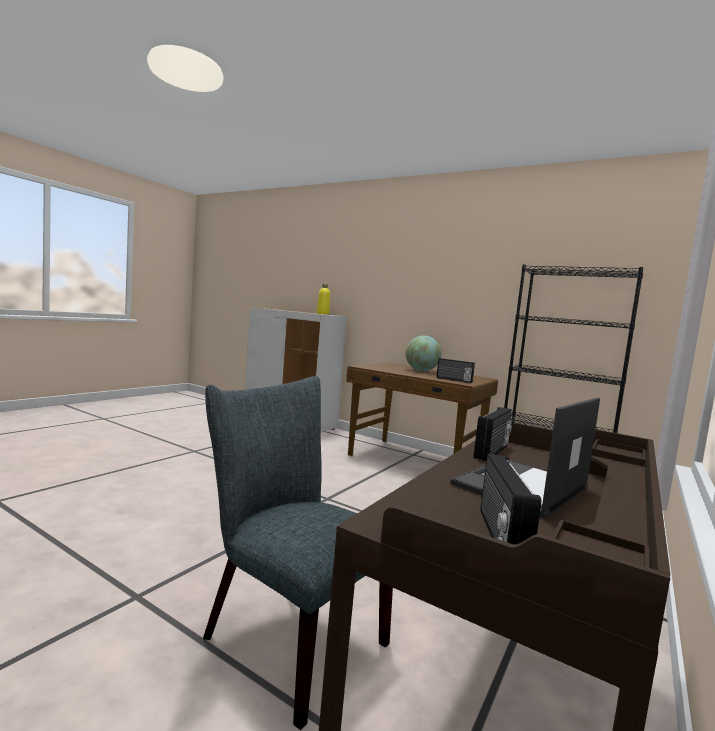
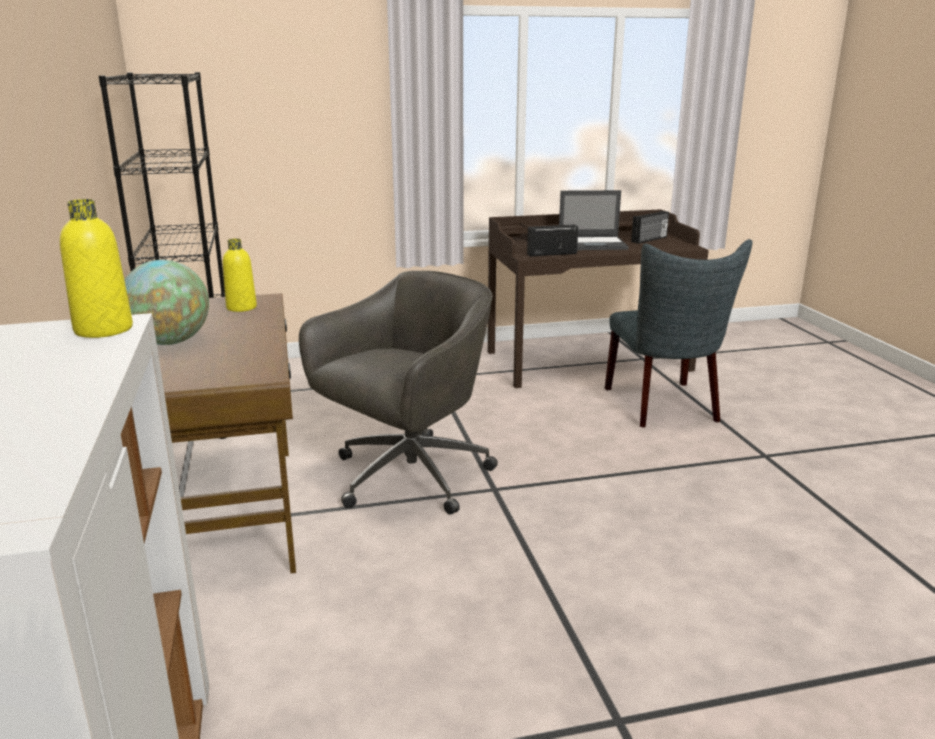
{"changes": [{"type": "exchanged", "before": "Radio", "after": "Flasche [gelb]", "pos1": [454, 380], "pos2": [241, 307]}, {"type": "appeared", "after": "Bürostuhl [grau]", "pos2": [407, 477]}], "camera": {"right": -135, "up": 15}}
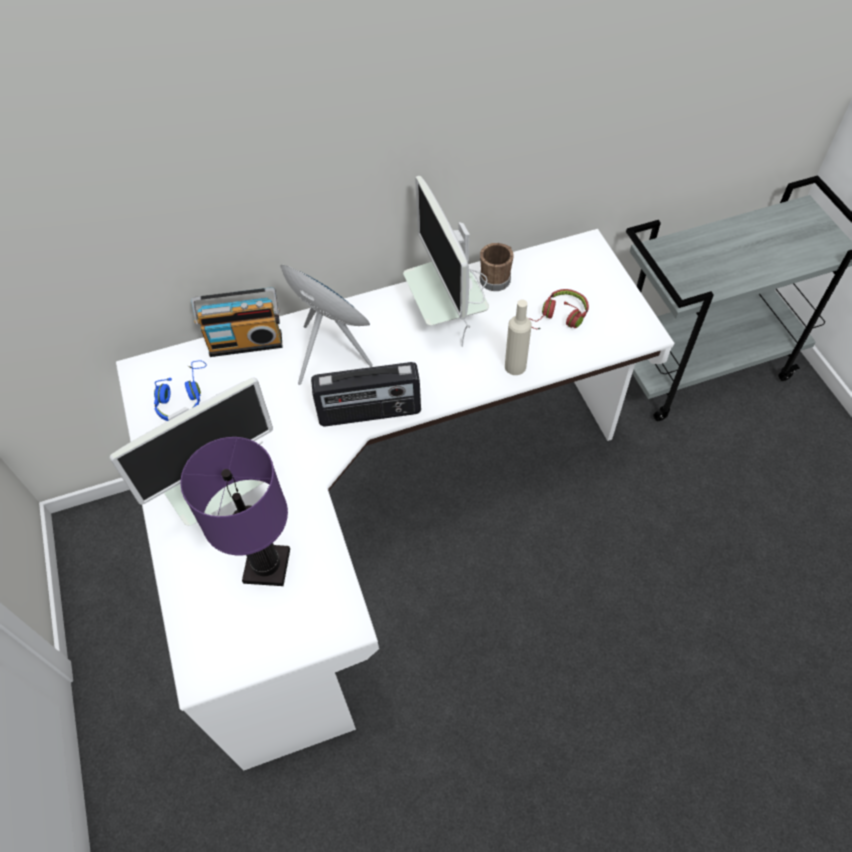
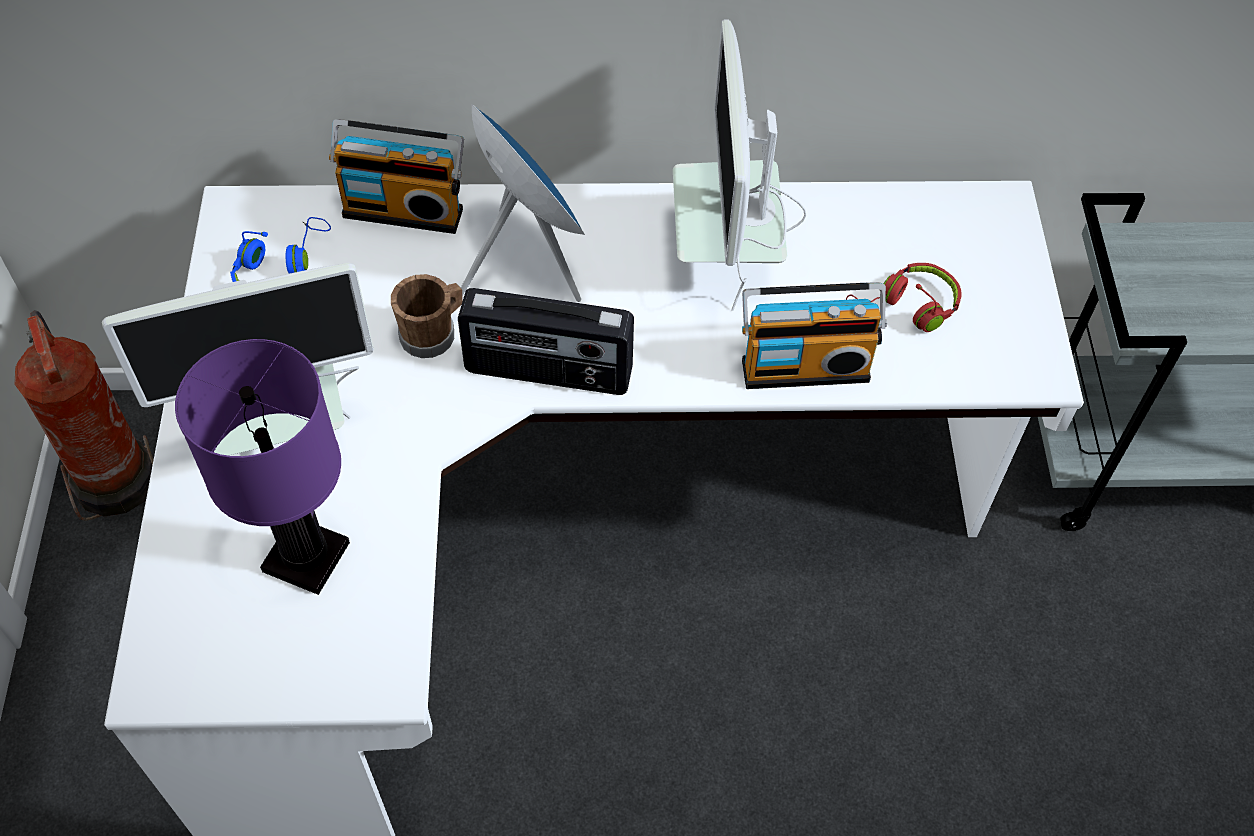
{"changes": [{"type": "relocated", "before": "Henkelbecher [braun]", "pos1": [497, 277], "pos2": [433, 333]}, {"type": "exchanged", "before": "Flasche [beige]", "after": "Radio", "pos1": [515, 366], "pos2": [804, 366]}, {"type": "appeared", "after": "Feuerlöscher", "pos2": [116, 477]}], "camera": {"right": 15, "up": 0}}
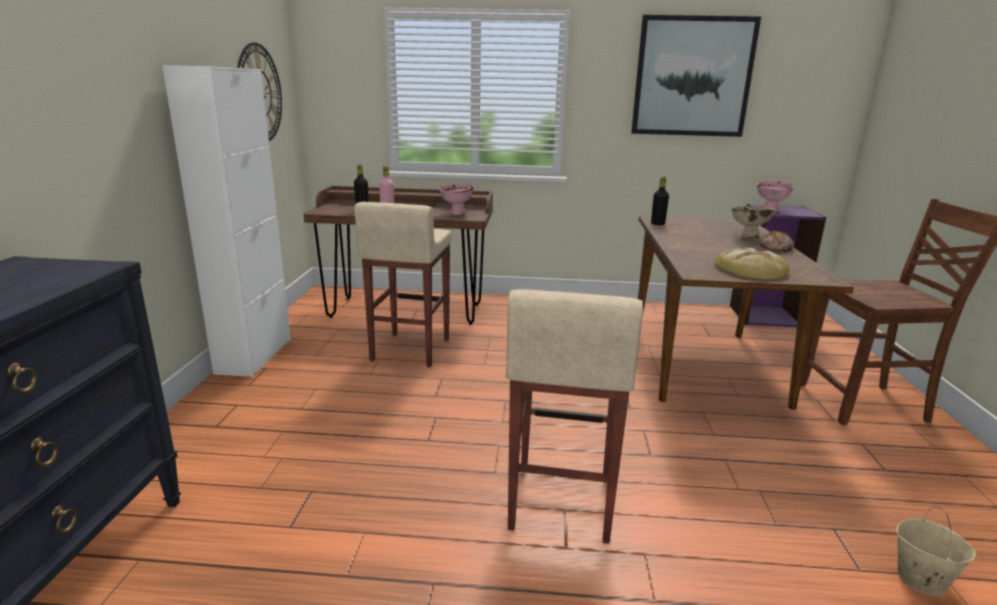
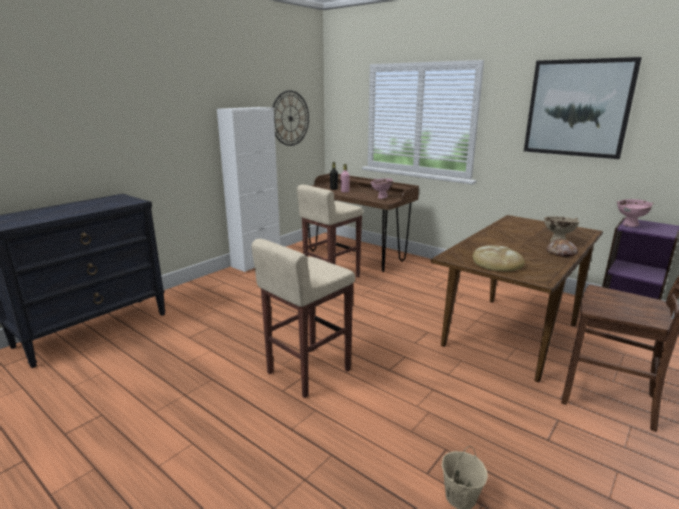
{"changes": [{"type": "missing", "before": "Flasche [schwarz]", "pos1": [657, 224]}], "camera": {"right": 35, "up": 0}}
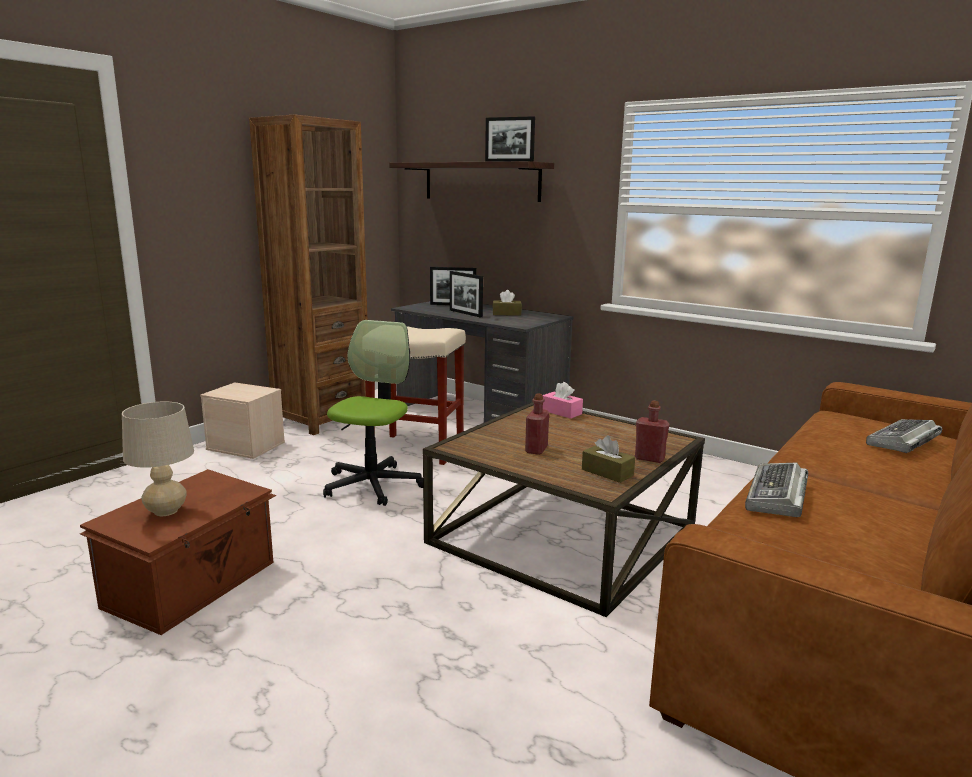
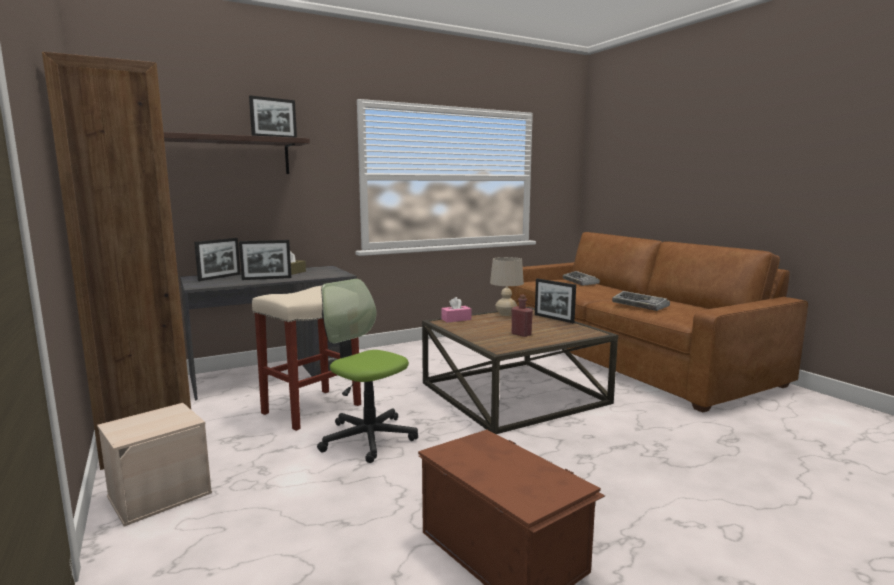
{"changes": [{"type": "relocated", "before": "Tischlampe [beige]", "pos1": [166, 511], "pos2": [506, 314]}, {"type": "missing", "before": "Taschentuchbox [braun]", "pos1": [607, 472]}, {"type": "exchanged", "before": "Flasche [rot]", "after": "Bilderrahmen", "pos1": [649, 458], "pos2": [553, 318]}], "camera": {"right": -65, "up": -5}}
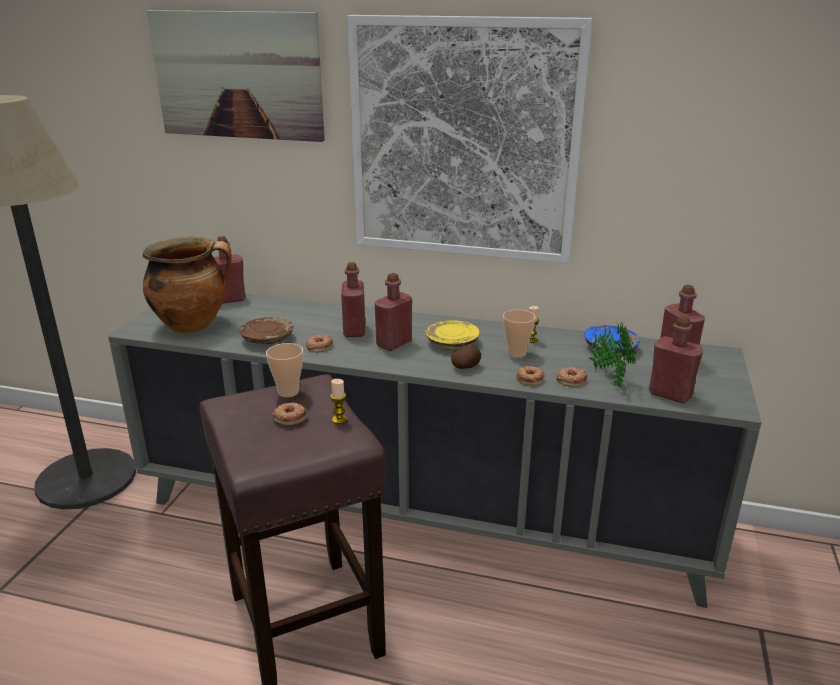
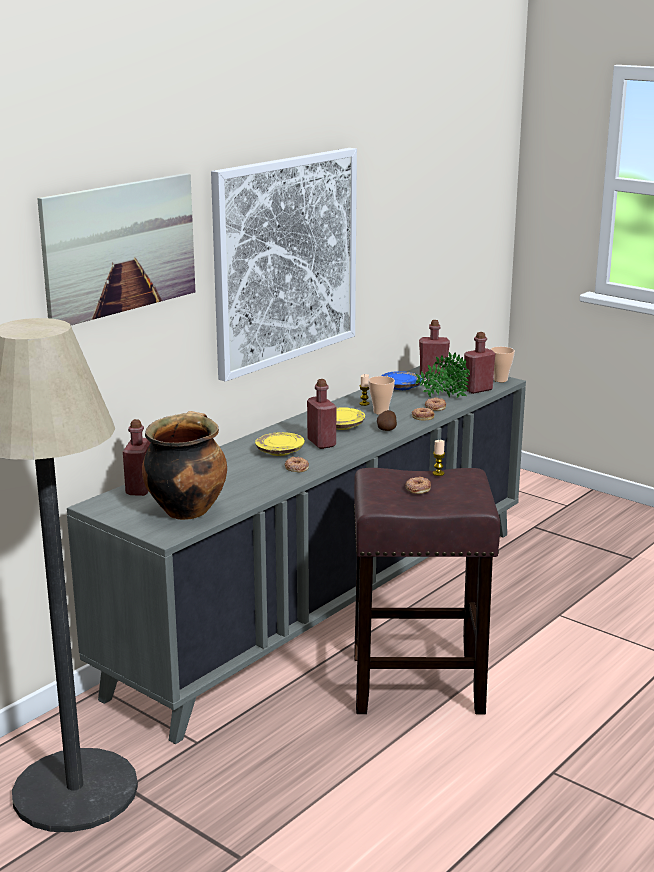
{"changes": [{"type": "missing", "before": "Teller [braun]", "pos1": [267, 339]}, {"type": "relocated", "before": "Tasse", "pos1": [288, 392], "pos2": [500, 380]}, {"type": "exchanged", "before": "Flasche [rot]", "after": "Teller [gelb]", "pos1": [354, 330], "pos2": [279, 452]}], "camera": {"right": -65, "up": -5}}
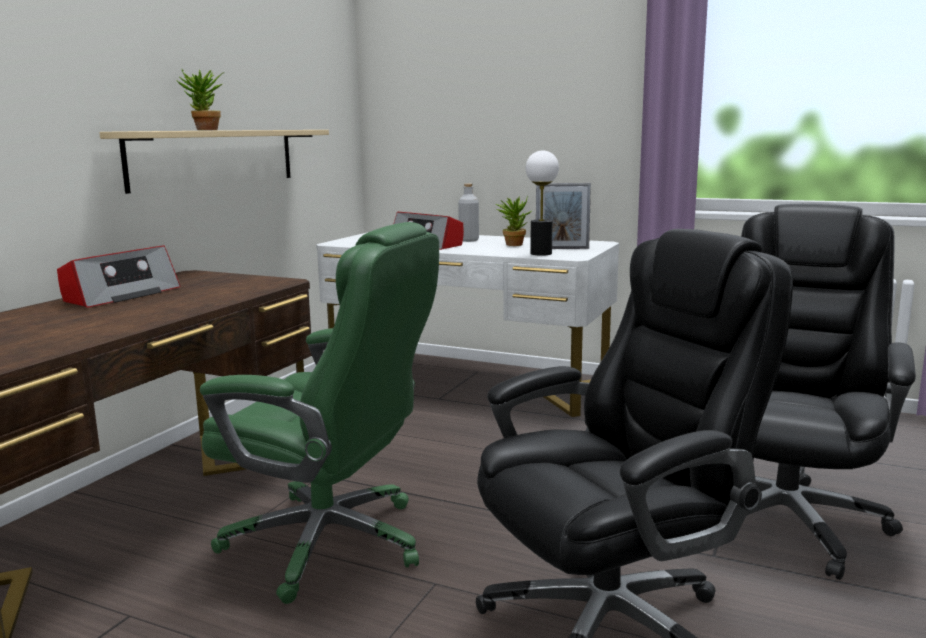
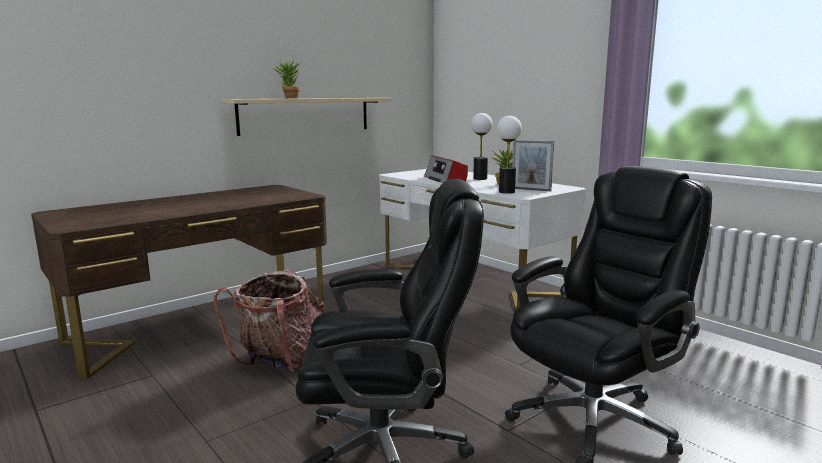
{"changes": [{"type": "missing", "before": "Radio", "pos1": [120, 295]}, {"type": "exchanged", "before": "Bürostuhl [grün]", "after": "Rucksack", "pos1": [331, 543], "pos2": [282, 362]}, {"type": "exchanged", "before": "Flasche [grau]", "after": "Tischlampe", "pos1": [468, 240], "pos2": [480, 178]}], "camera": {"right": 25, "up": 0}}
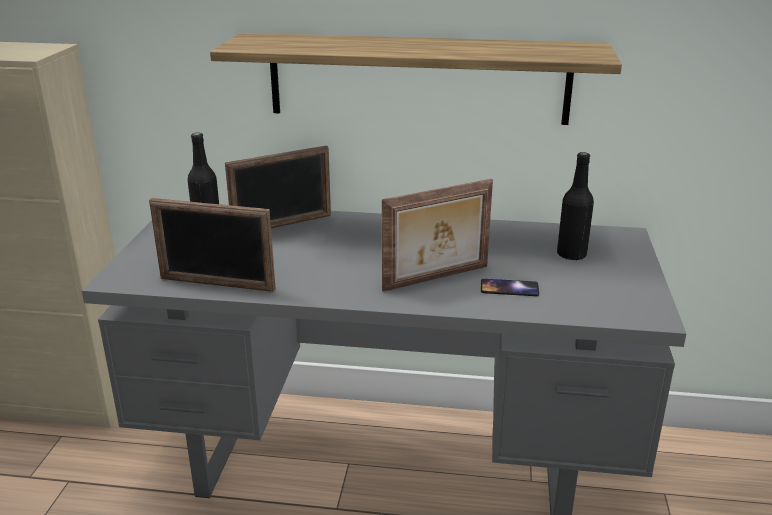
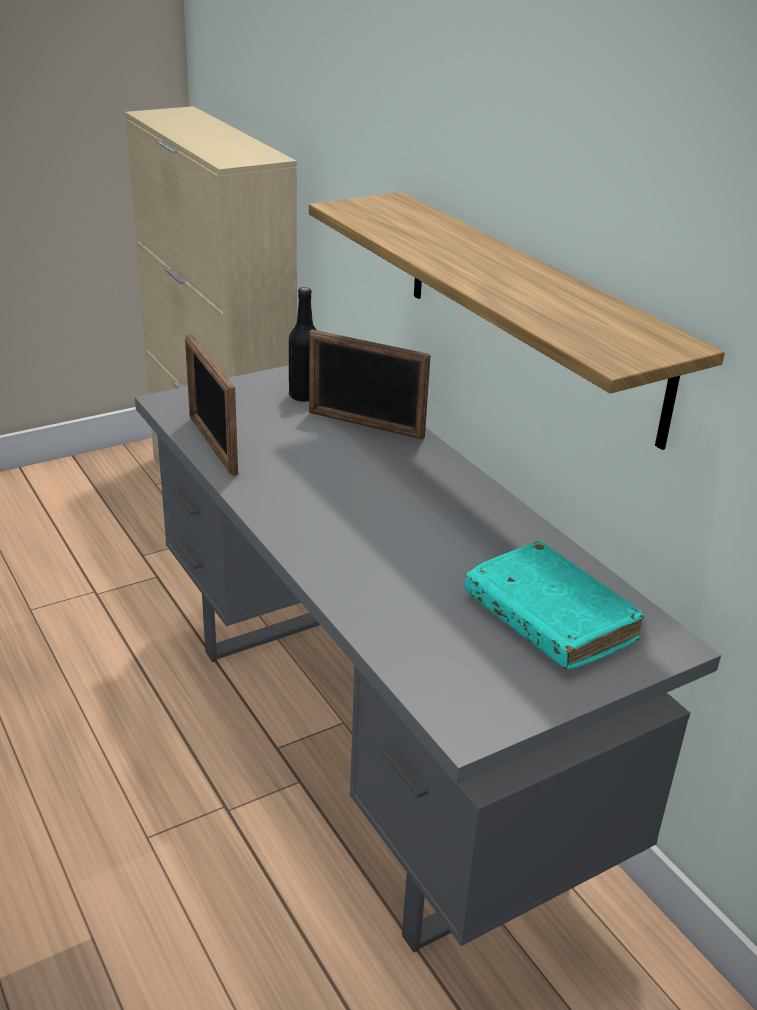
{"changes": [{"type": "missing", "before": "Bilderrahmen", "pos1": [437, 279]}, {"type": "missing", "before": "Handy", "pos1": [509, 288]}, {"type": "exchanged", "before": "Flasche [schwarz]", "after": "Buch [türkis]", "pos1": [571, 255], "pos2": [549, 619]}], "camera": {"right": 50, "up": 5}}
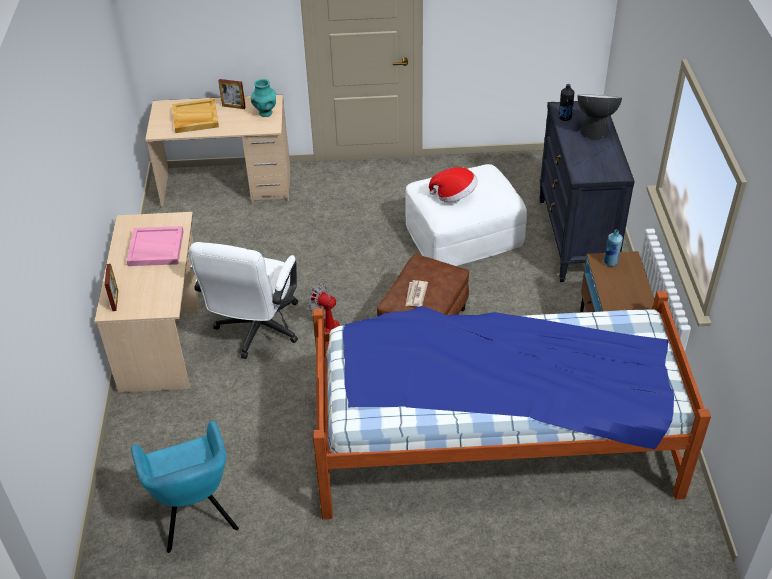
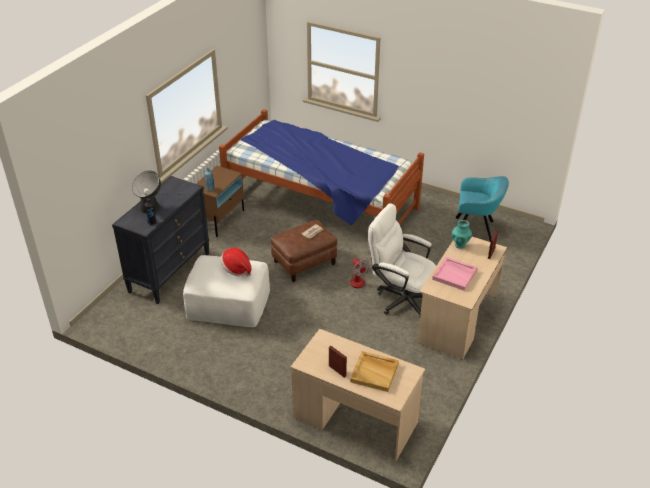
{"changes": [{"type": "spun", "before": "Sessel [türkis]", "pos1": [195, 514], "pos2": [476, 230], "turn": 90}, {"type": "spun", "before": "Bürostuhl [weiß]", "pos1": [256, 332], "pos2": [400, 298], "turn": -105}, {"type": "relocated", "before": "Vase [türkis]", "pos1": [265, 113], "pos2": [460, 245]}], "camera": {"right": -150, "up": -5}}
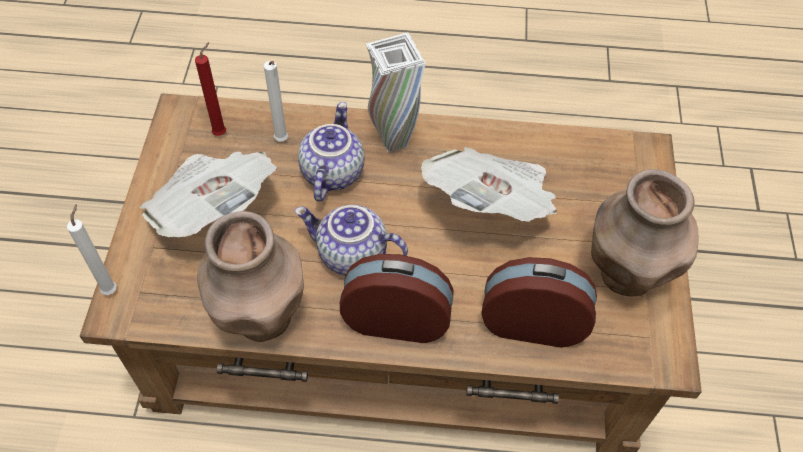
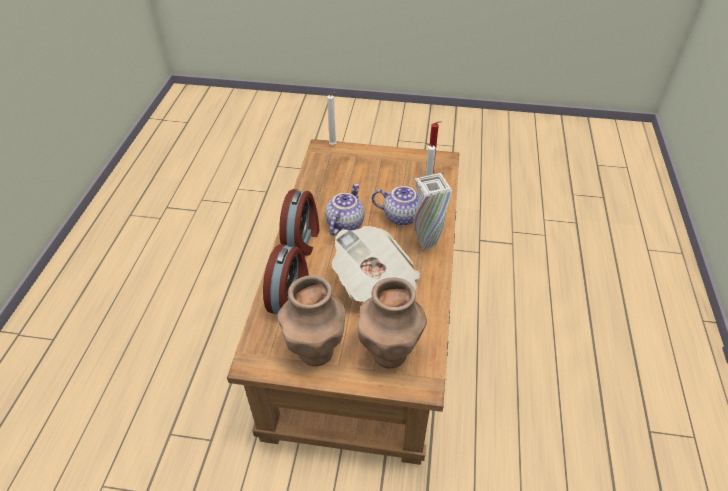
{"changes": [{"type": "missing", "before": "Zeitung", "pos1": [212, 209]}, {"type": "relocated", "before": "Vase [braun]", "pos1": [261, 318], "pos2": [390, 352]}], "camera": {"right": 95, "up": -10}}
